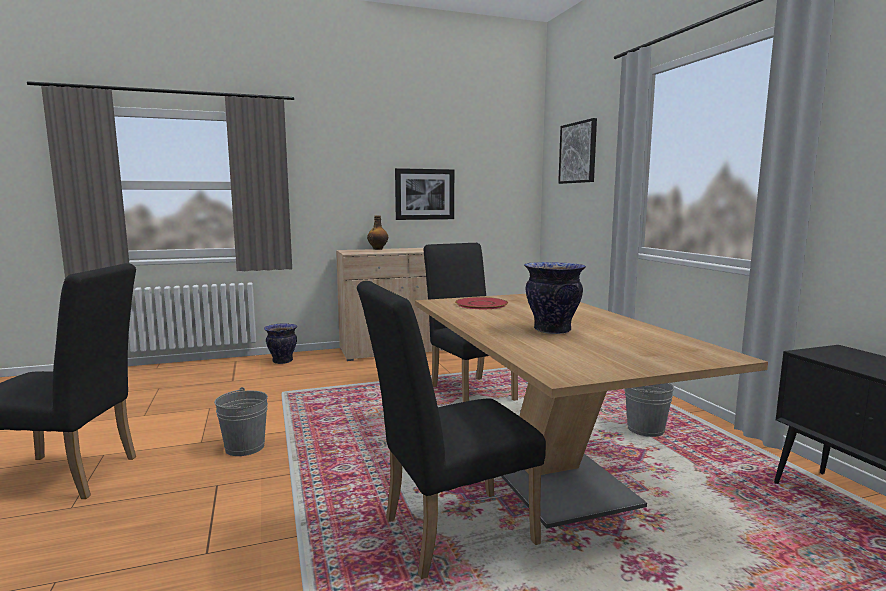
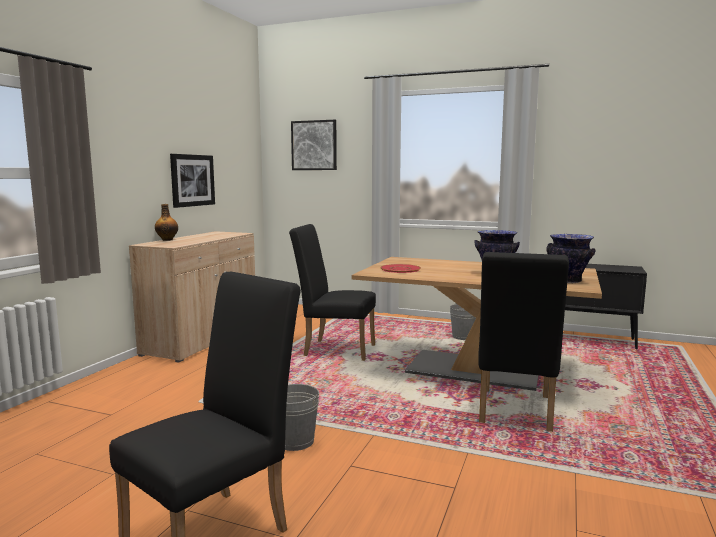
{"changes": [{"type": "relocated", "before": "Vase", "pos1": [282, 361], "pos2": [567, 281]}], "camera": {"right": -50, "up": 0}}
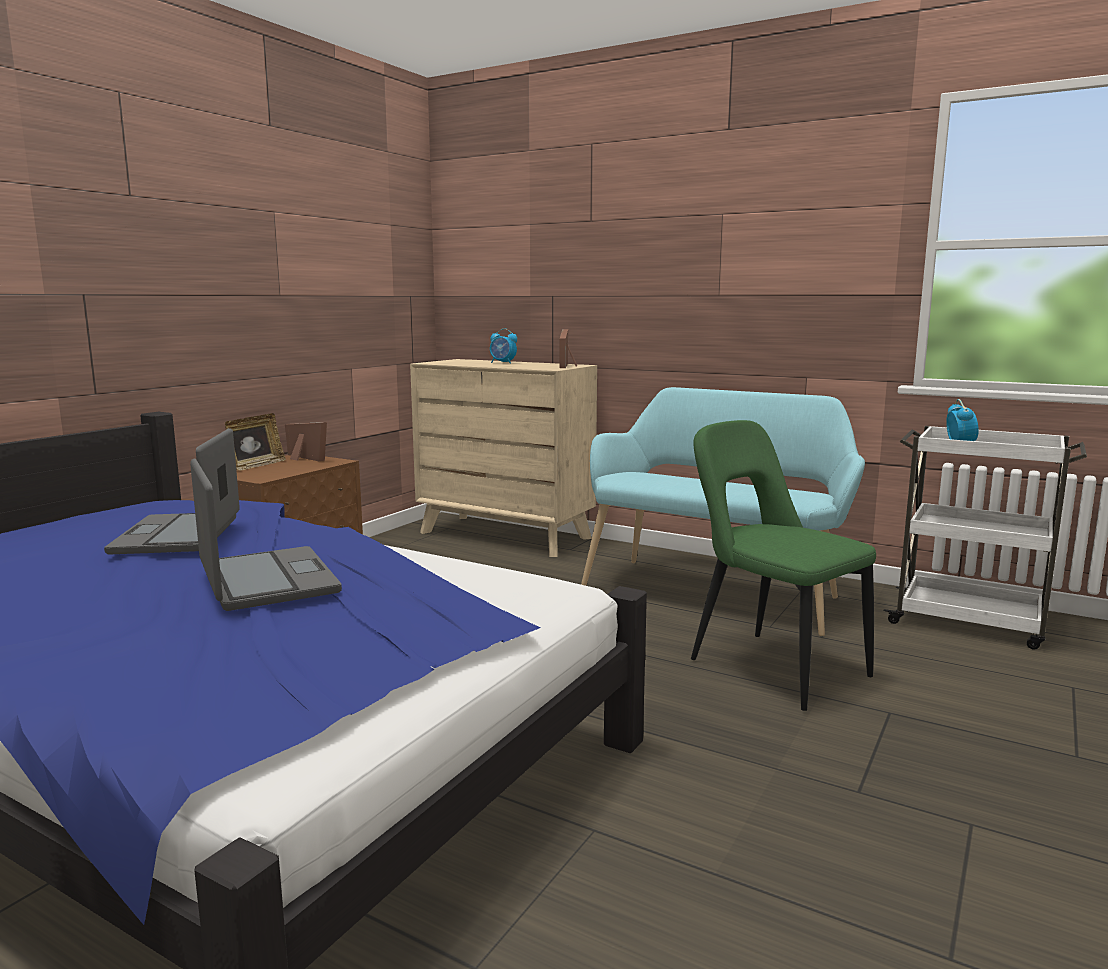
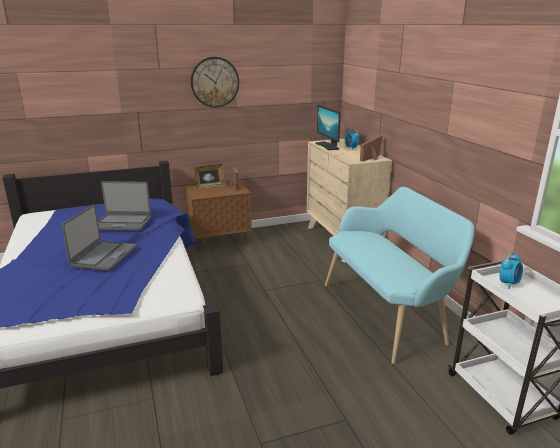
{"changes": [{"type": "spun", "before": "Laptop", "pos1": [179, 535], "pos2": [123, 223], "turn": -120}, {"type": "missing", "before": "Stuhl [grün]", "pos1": [771, 666]}, {"type": "appeared", "after": "Wanduhr", "pos2": [215, 82]}, {"type": "appeared", "after": "Monitor", "pos2": [328, 146]}], "camera": {"right": 40, "up": 10}}
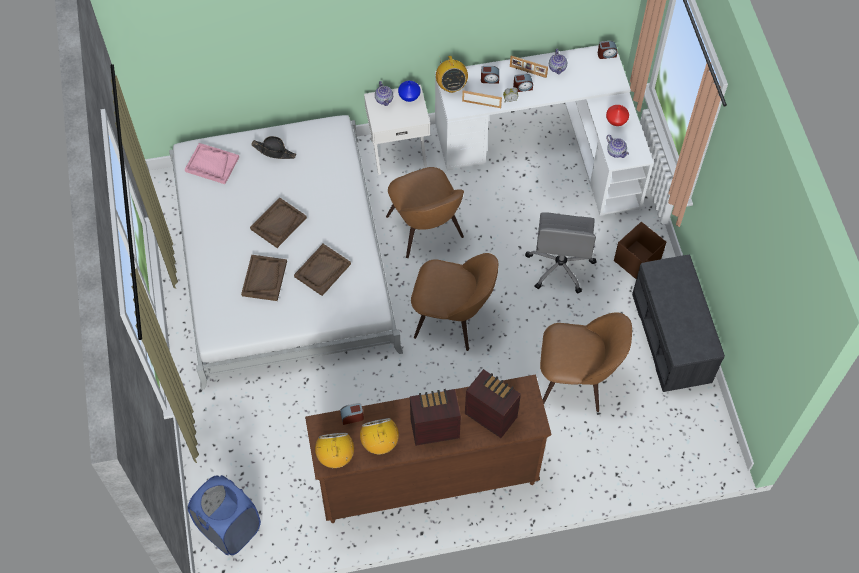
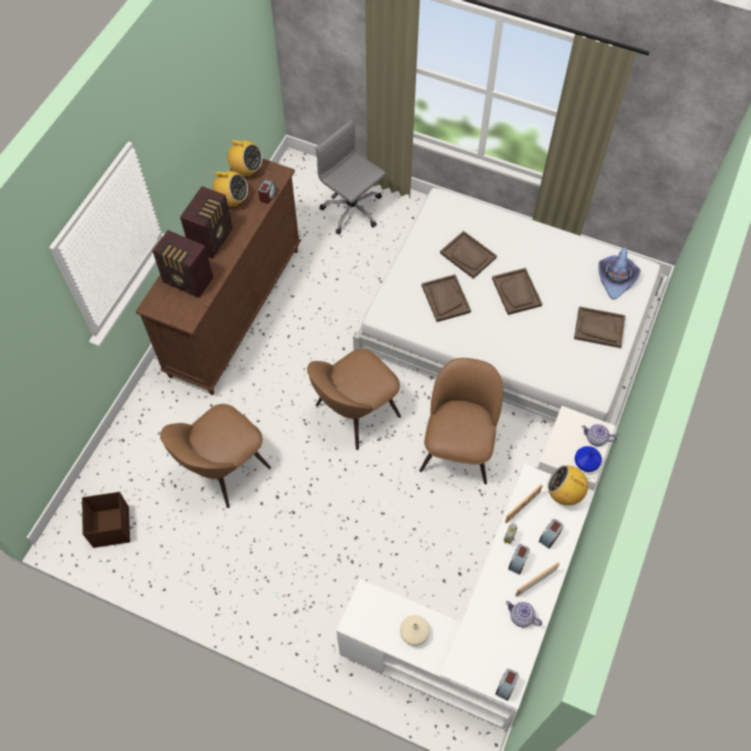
{"changes": [{"type": "exchanged", "before": "Tablett [rosa]", "after": "Hut [lila]", "pos1": [212, 164], "pos2": [616, 278]}, {"type": "missing", "before": "Wäschekorb [blau]", "pos1": [229, 528]}, {"type": "exchanged", "before": "Hut [schwarz]", "after": "Tablett [braun]", "pos1": [274, 151], "pos2": [599, 328]}, {"type": "spun", "before": "Stuhl [braun]", "pos1": [426, 229], "pos2": [458, 447], "turn": 90}, {"type": "spun", "before": "Radio", "pos1": [490, 414], "pos2": [188, 281], "turn": 45}, {"type": "relocated", "before": "Bürostuhl [grau]", "pos1": [560, 266], "pos2": [353, 211]}, {"type": "colour", "before": "Vase [rot]", "after": "Vase [beige]", "pos1": [616, 120], "pos2": [414, 632]}, {"type": "missing", "before": "Teekanne", "pos1": [616, 151]}, {"type": "relocated", "before": "Aufbewahrungsbox [braun]", "pos1": [636, 261], "pos2": [111, 526]}, {"type": "missing", "before": "Bank [grau]", "pos1": [672, 338]}], "camera": {"right": 125, "up": 0}}
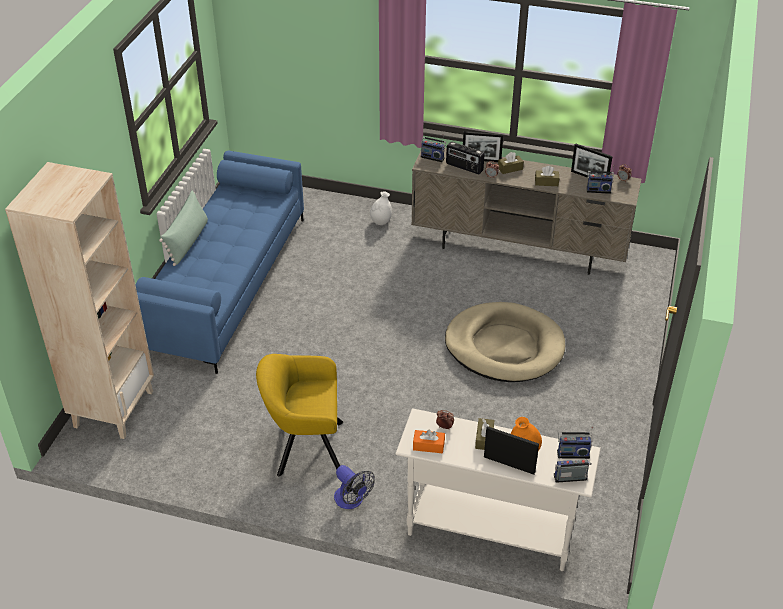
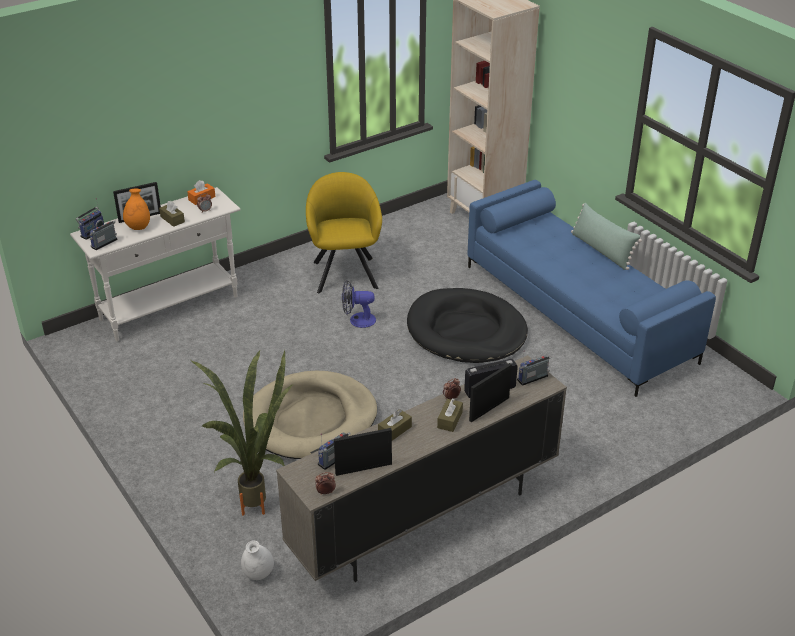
{"changes": [{"type": "spun", "before": "Sessel [gelb]", "pos1": [305, 447], "pos2": [345, 272], "turn": -45}, {"type": "relocated", "before": "Ventilator", "pos1": [352, 501], "pos2": [357, 320]}, {"type": "relocated", "before": "Vase [weiß]", "pos1": [381, 222], "pos2": [258, 574]}, {"type": "appeared", "after": "Topfpflanze", "pos2": [257, 500]}, {"type": "appeared", "after": "Hundebett [schwarz]", "pos2": [466, 331]}], "camera": {"right": 130, "up": -5}}
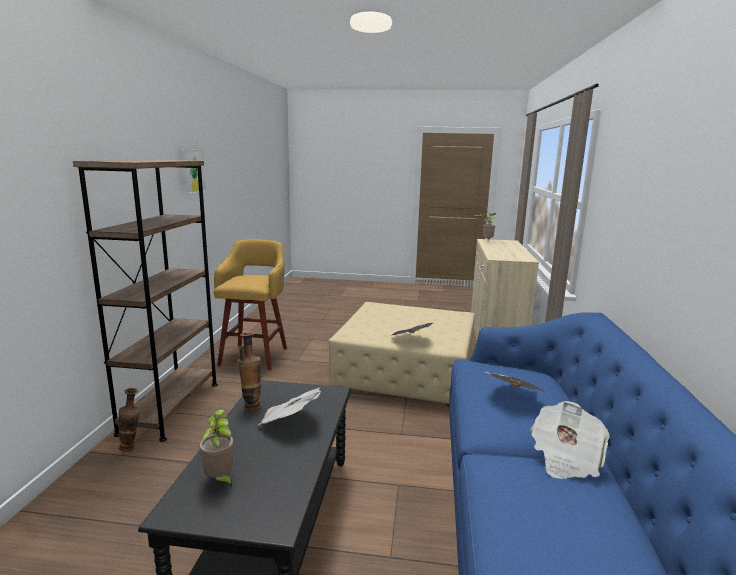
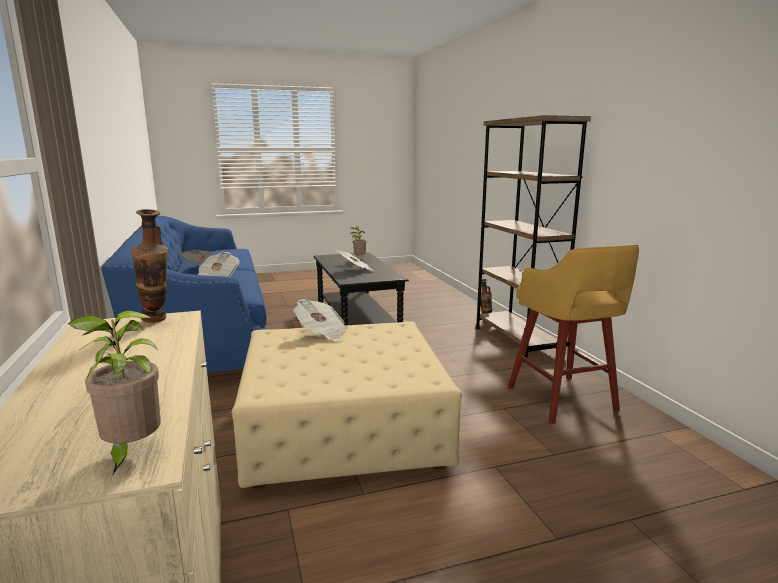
{"changes": [{"type": "missing", "before": "Bild", "pos1": [192, 171]}, {"type": "relocated", "before": "Vase", "pos1": [251, 407], "pos2": [157, 321]}], "camera": {"right": 155, "up": 0}}
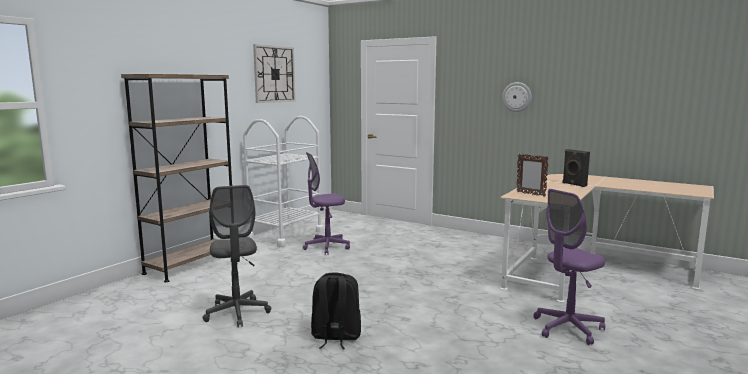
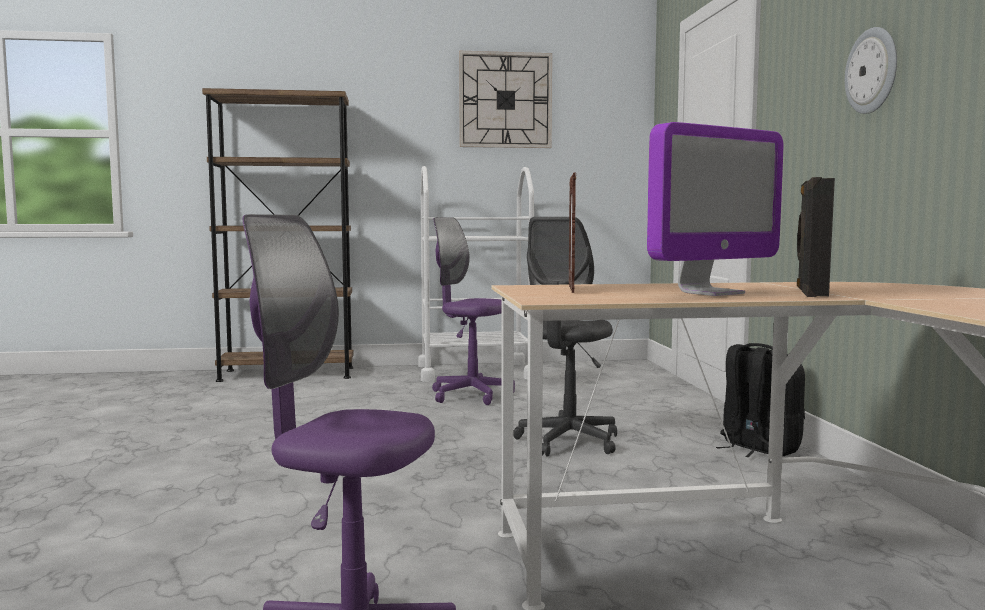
{"changes": [{"type": "relocated", "before": "Bürostuhl [grau]", "pos1": [237, 313], "pos2": [568, 442]}, {"type": "relocated", "before": "Rucksack [schwarz]", "pos1": [335, 337], "pos2": [757, 448]}, {"type": "appeared", "after": "Monitor", "pos2": [711, 293]}], "camera": {"right": 50, "up": -5}}
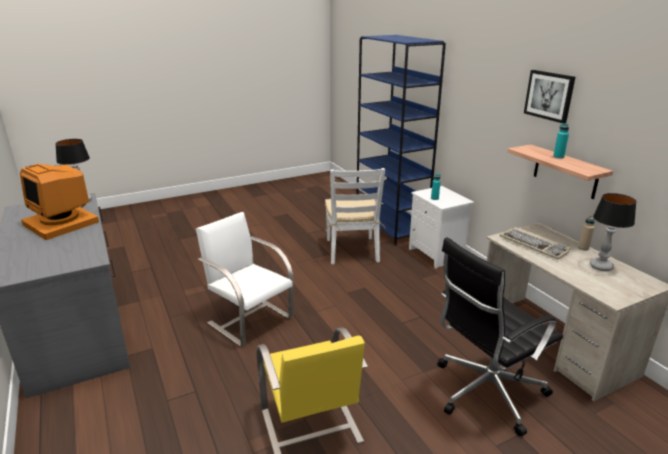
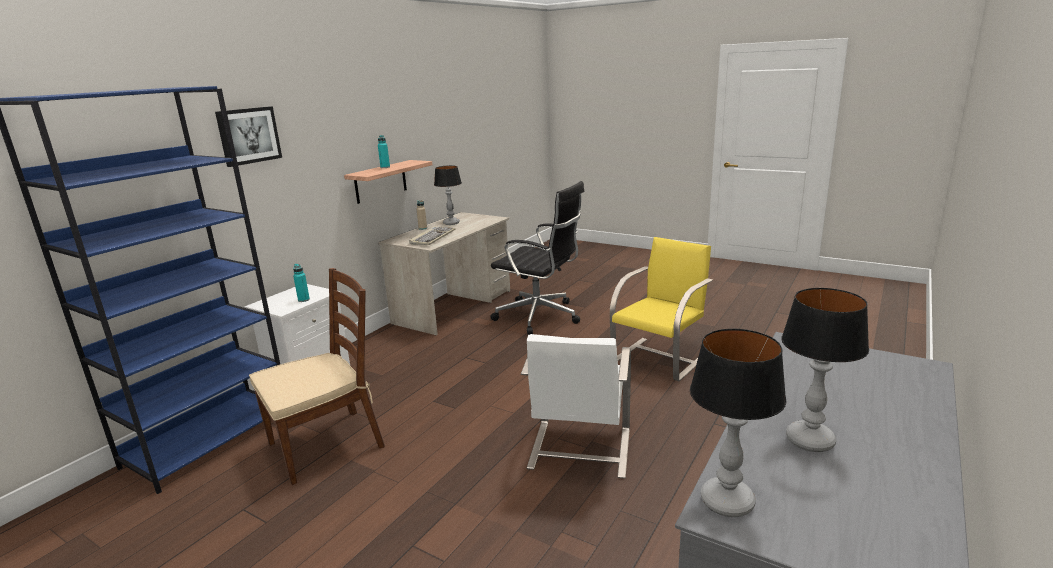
{"changes": [{"type": "exchanged", "before": "Monitor", "after": "Tischlampe", "pos1": [63, 223], "pos2": [809, 440]}, {"type": "colour", "before": "Stuhl [weiß]", "after": "Stuhl [braun]", "pos1": [352, 250], "pos2": [327, 444]}, {"type": "relocated", "before": "Bild", "pos1": [549, 95], "pos2": [248, 135]}], "camera": {"right": -120, "up": -5}}
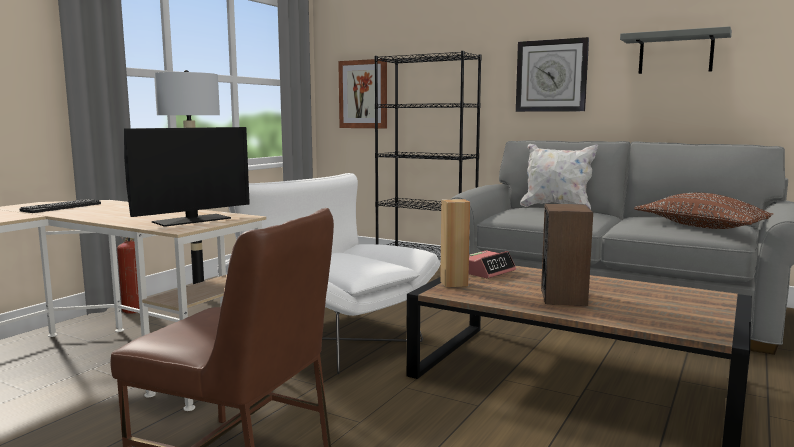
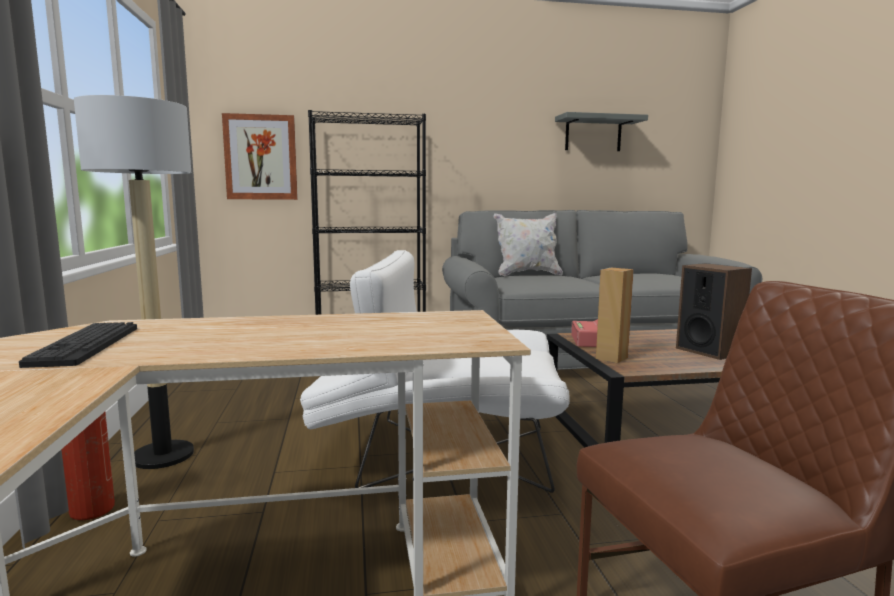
{"changes": [{"type": "missing", "before": "Monitor", "pos1": [192, 220]}, {"type": "missing", "before": "Wanduhr", "pos1": [551, 76]}, {"type": "missing", "before": "Kissen [braun]", "pos1": [702, 227]}], "camera": {"right": -40, "up": 0}}
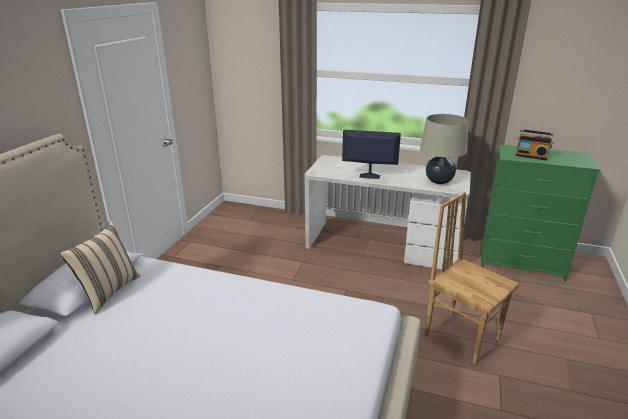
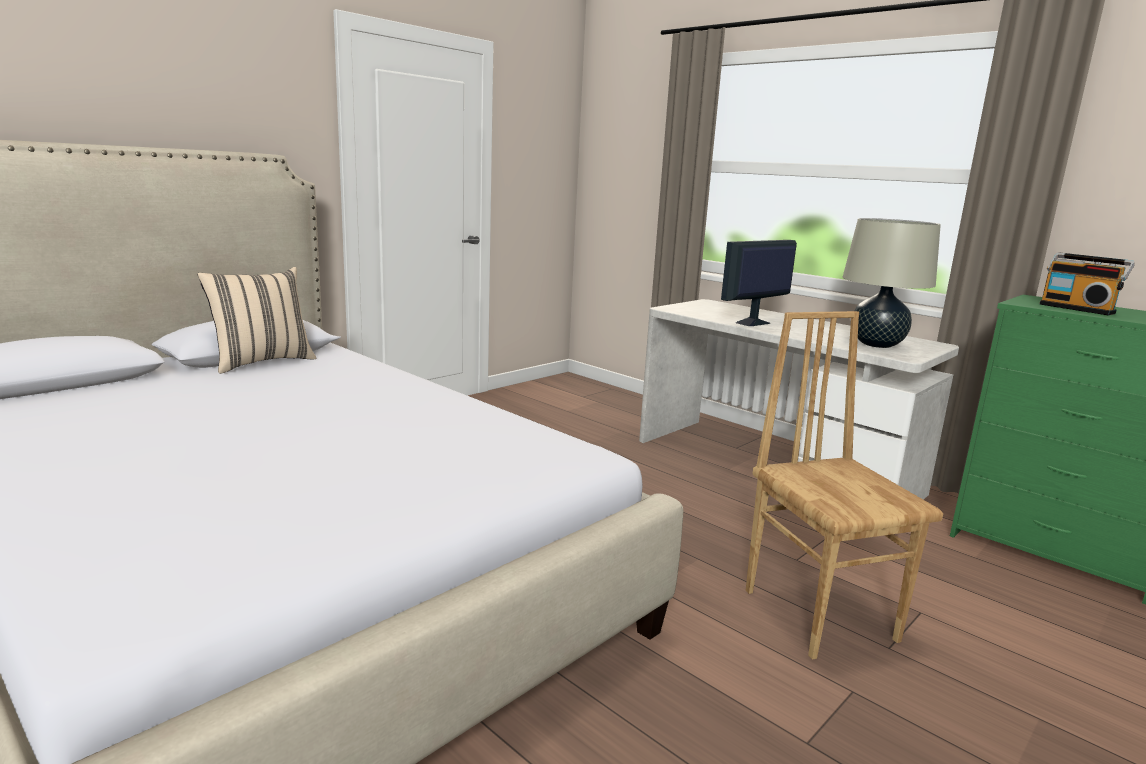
{"changes": [{"type": "spun", "before": "Monitor", "pos1": [369, 176], "pos2": [752, 323], "turn": -75}], "camera": {"right": 25, "up": -10}}
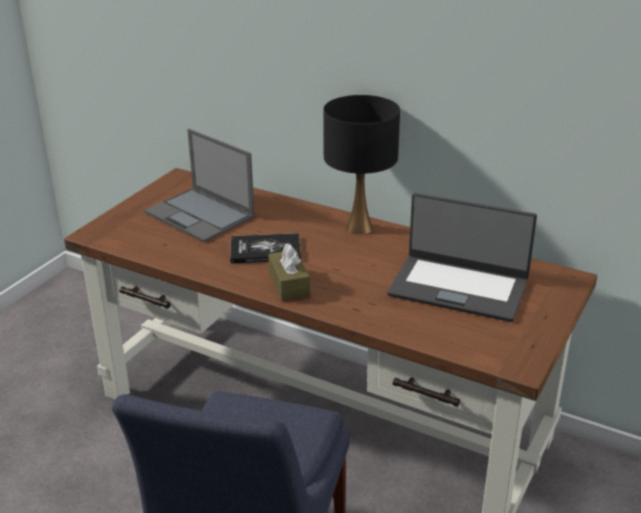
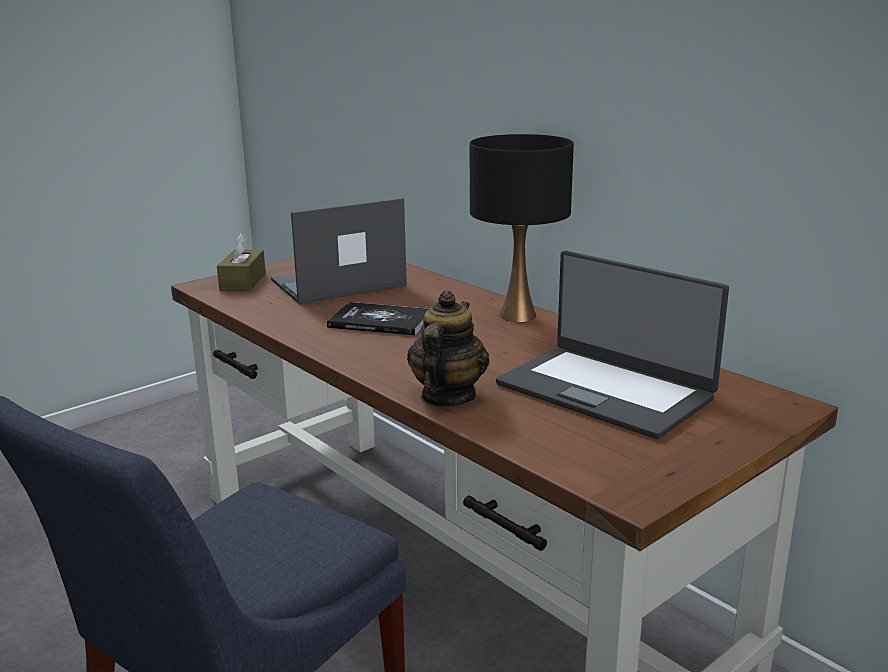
{"changes": [{"type": "spun", "before": "Laptop", "pos1": [200, 215], "pos2": [337, 283], "turn": 90}, {"type": "relocated", "before": "Taschentuchbox [braun]", "pos1": [289, 284], "pos2": [243, 282]}, {"type": "appeared", "after": "Teekanne", "pos2": [447, 397]}], "camera": {"right": 20, "up": -10}}
